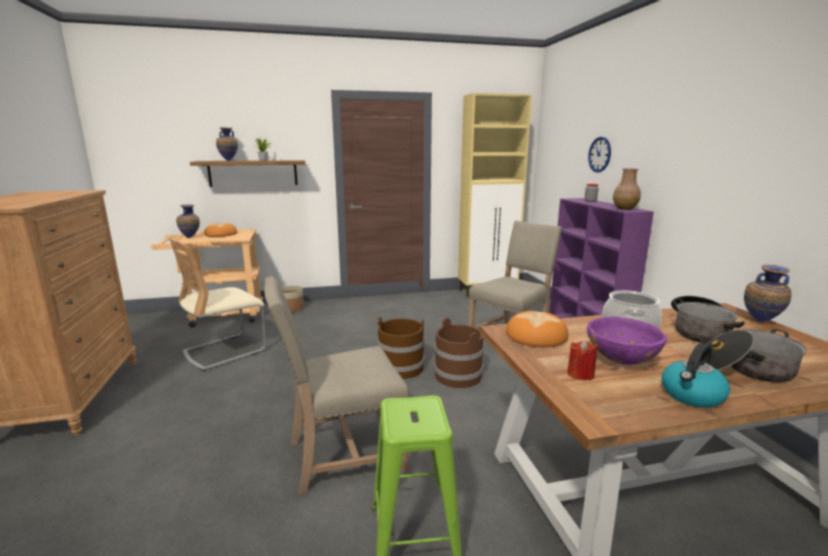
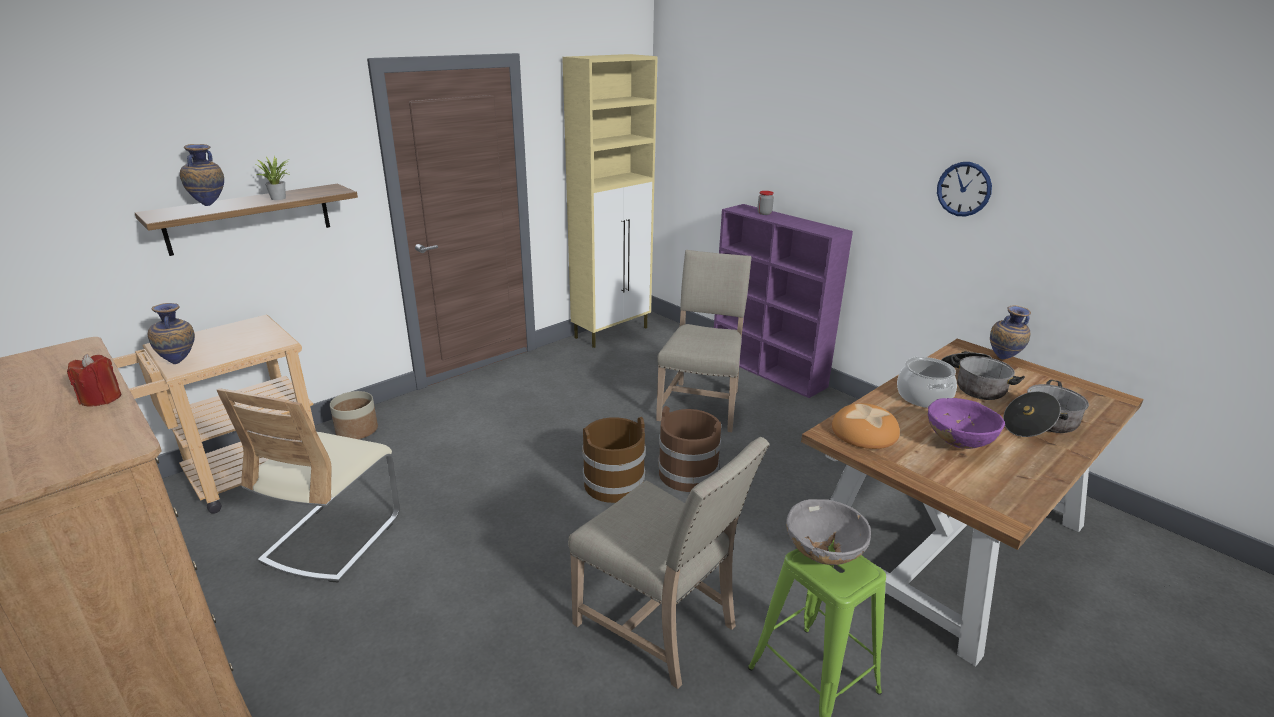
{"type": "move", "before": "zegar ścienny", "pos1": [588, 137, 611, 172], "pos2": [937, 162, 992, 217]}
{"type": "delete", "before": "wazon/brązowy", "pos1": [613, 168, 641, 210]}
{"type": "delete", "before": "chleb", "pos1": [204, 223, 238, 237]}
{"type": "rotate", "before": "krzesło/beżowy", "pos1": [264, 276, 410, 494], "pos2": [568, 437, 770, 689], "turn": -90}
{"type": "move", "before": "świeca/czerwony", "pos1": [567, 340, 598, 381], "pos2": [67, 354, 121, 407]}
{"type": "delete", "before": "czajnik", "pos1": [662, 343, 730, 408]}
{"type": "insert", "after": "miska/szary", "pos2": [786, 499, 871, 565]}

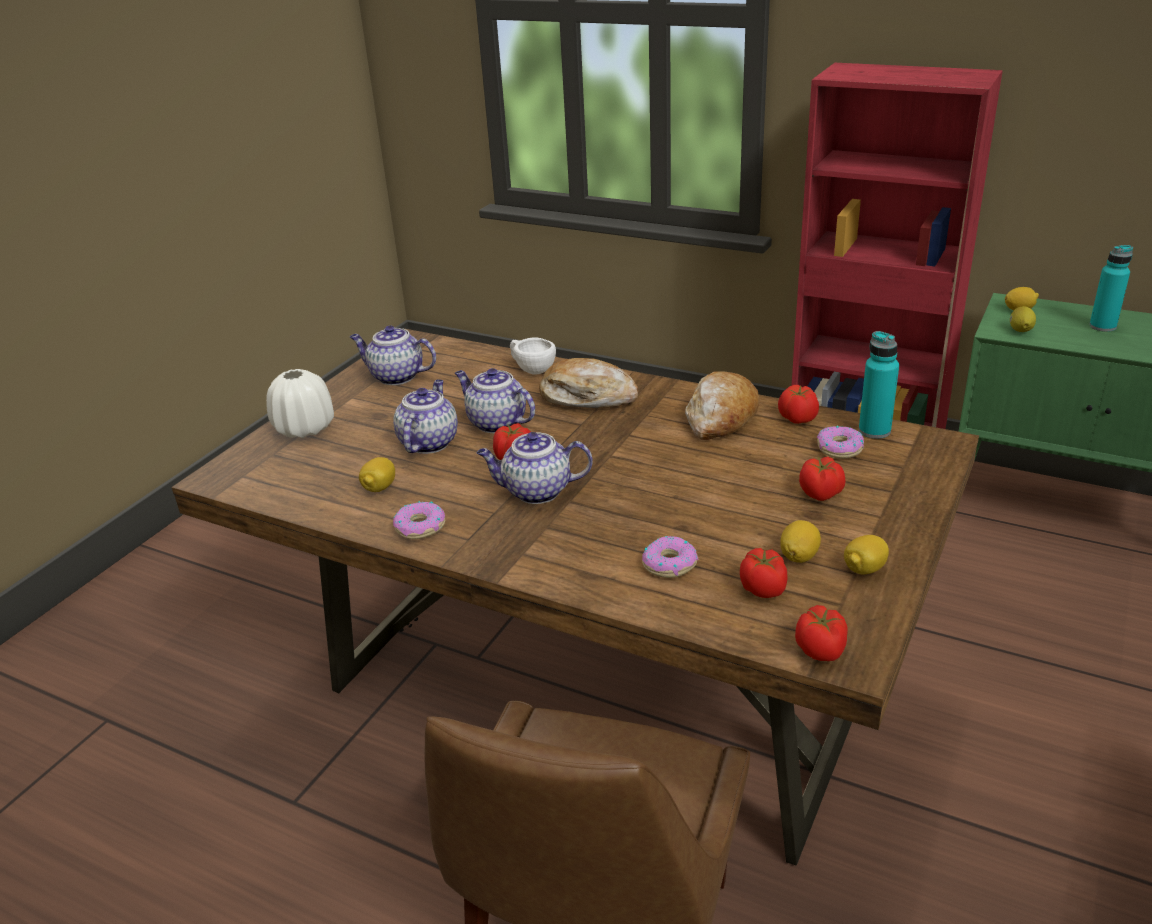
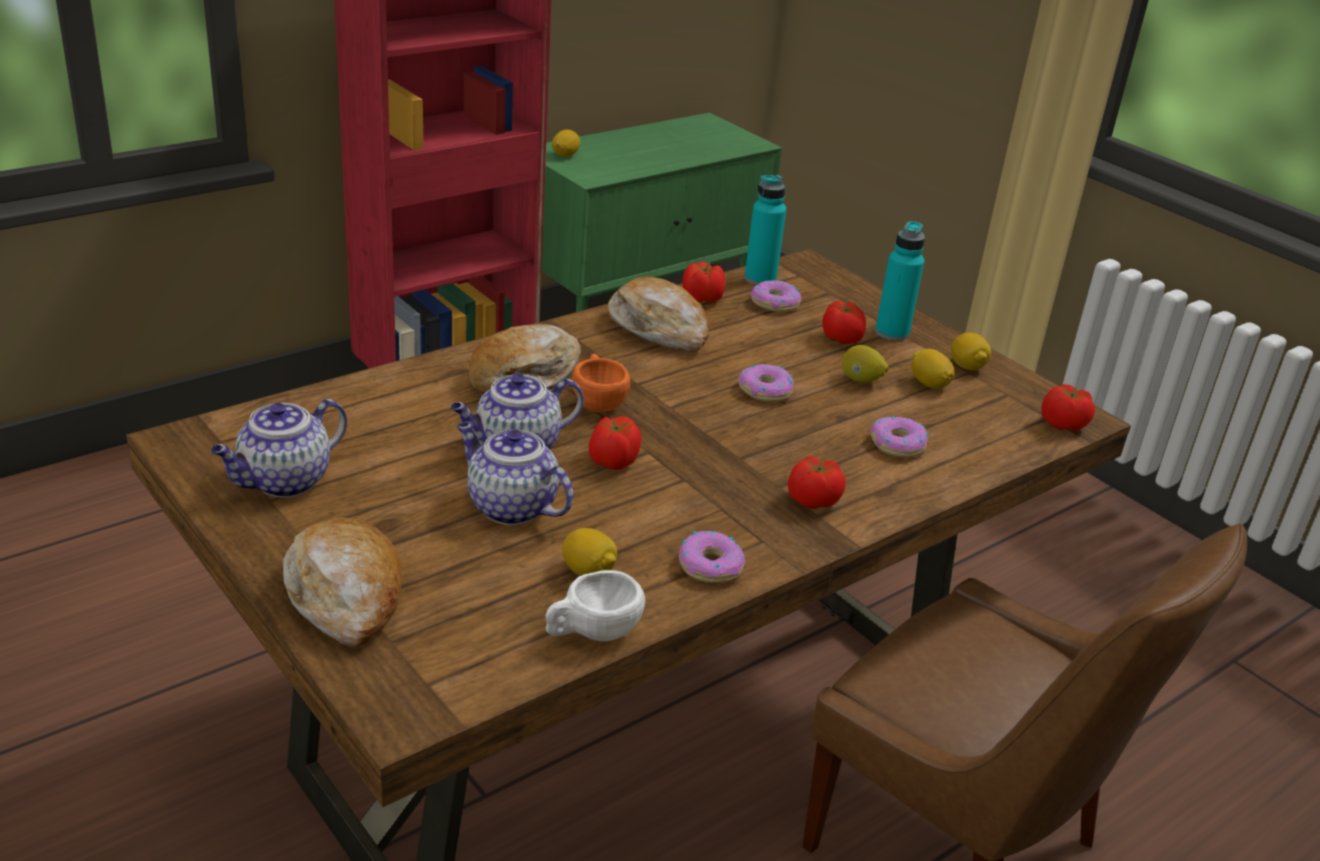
{"type": "move", "before": "butelka/turkusowy", "pos1": [1089, 245, 1133, 332], "pos2": [875, 221, 925, 341]}
{"type": "move", "before": "cytryna", "pos1": [1010, 306, 1036, 332], "pos2": [842, 345, 889, 383]}
{"type": "move", "before": "filiżanka/biały", "pos1": [510, 337, 556, 375], "pos2": [545, 570, 645, 641]}
{"type": "replace", "before": "wazon/biały", "after": "chleb", "pos1": [266, 369, 334, 438], "pos2": [283, 517, 401, 648]}
{"type": "delete", "before": "imbryk", "pos1": [477, 432, 593, 504]}
{"type": "move", "before": "pomidor", "pos1": [740, 548, 788, 598], "pos2": [788, 456, 846, 509]}
{"type": "insert", "after": "filiżanka/pomarańczowy", "pos2": [572, 353, 630, 412]}
{"type": "insert", "after": "donut", "pos2": [738, 364, 794, 402]}

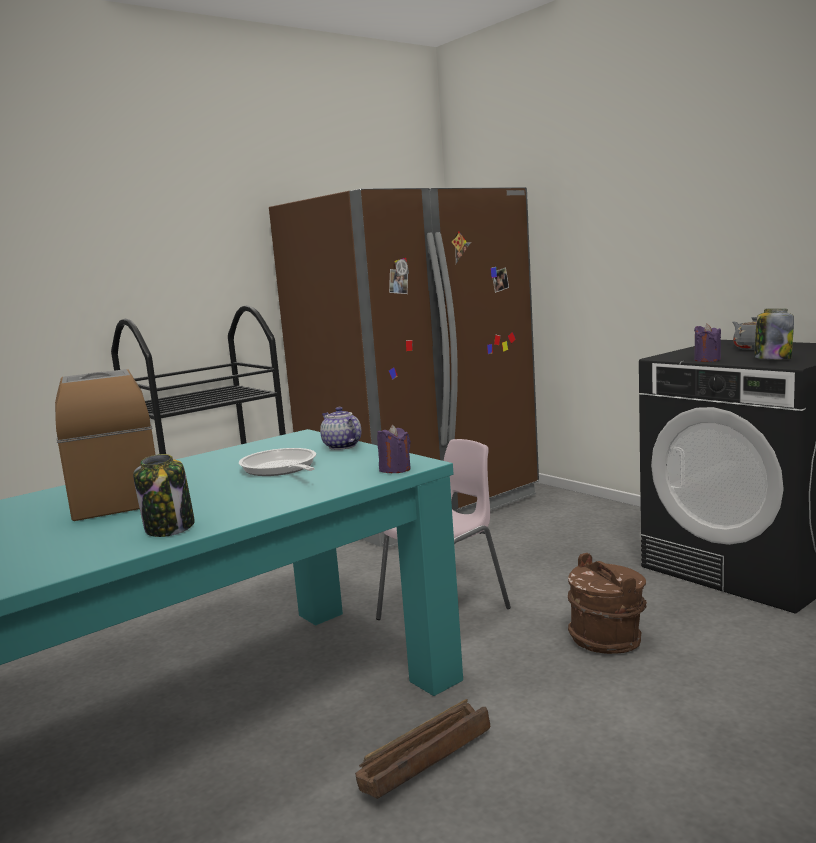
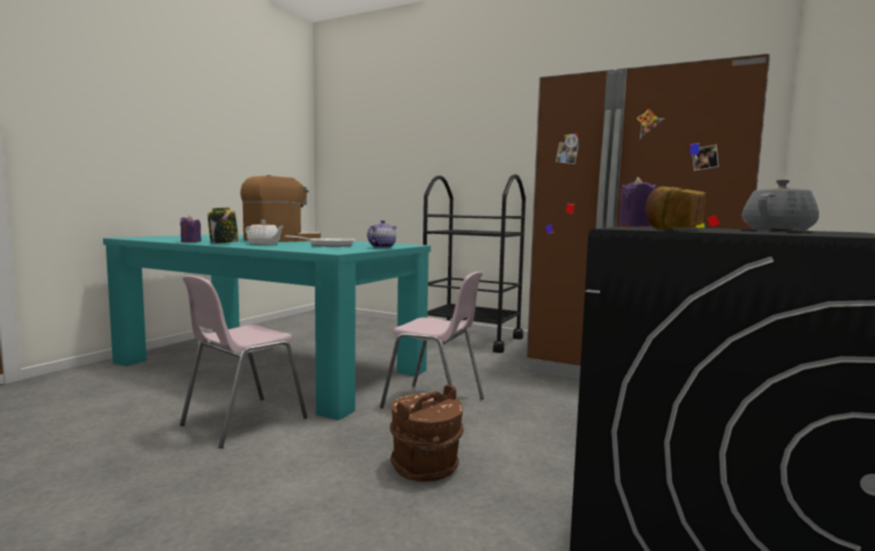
{"type": "replace", "before": "słoik", "after": "chleb", "pos1": [754, 309, 794, 359], "pos2": [646, 186, 706, 229]}
{"type": "move", "before": "świeca/fioletowy", "pos1": [377, 425, 411, 473], "pos2": [180, 216, 201, 242]}
{"type": "replace", "before": "skrzynka", "after": "krzesło/różowy", "pos1": [355, 699, 490, 799], "pos2": [180, 275, 308, 448]}
{"type": "insert", "after": "imbryk/biały", "pos2": [245, 220, 284, 245]}

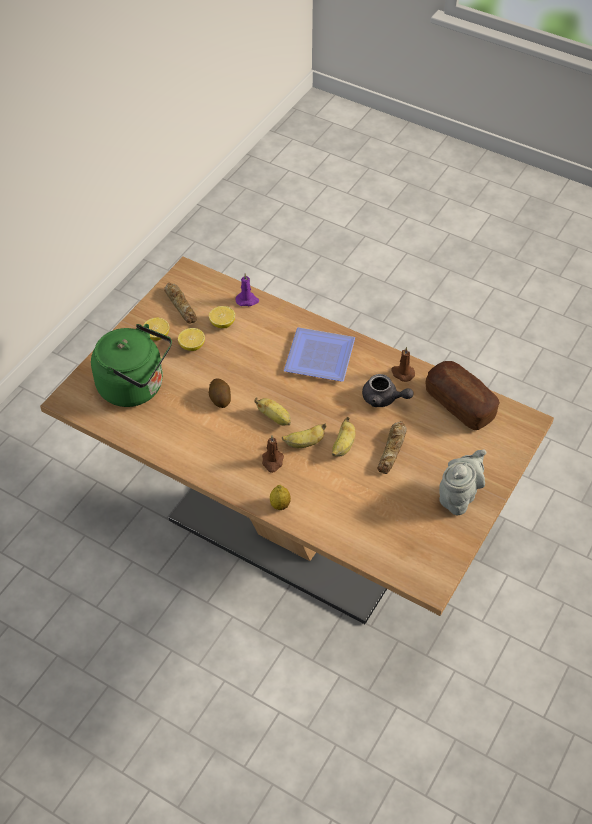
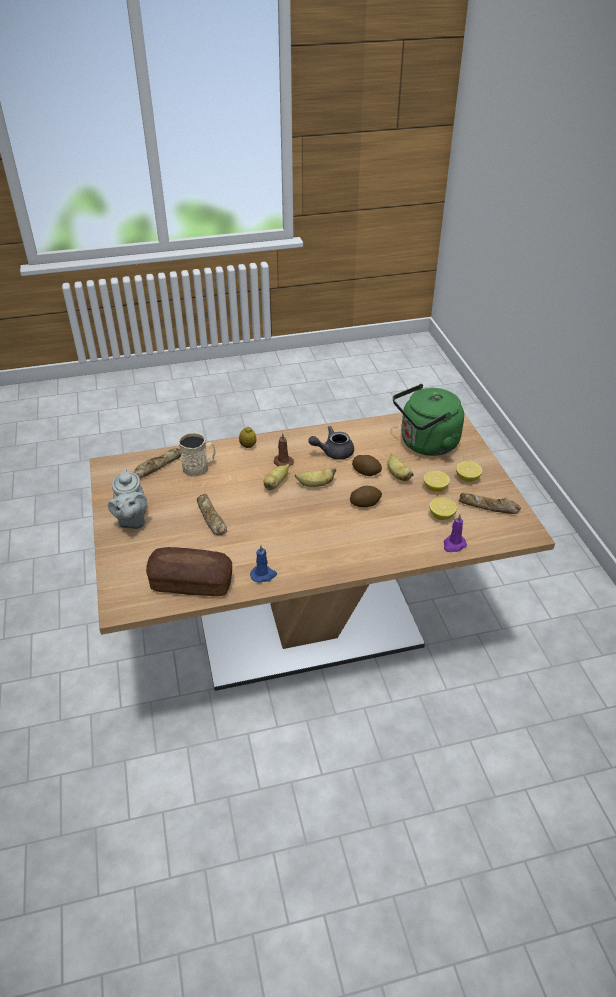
{"type": "delete", "before": "talerz", "pos1": [284, 327, 355, 382]}
{"type": "recolor", "before": "świeca/brązowy", "after": "świeca/niebieski", "pos1": [391, 347, 415, 382], "pos2": [250, 545, 277, 583]}
{"type": "move", "before": "imbryk/szary", "pos1": [362, 374, 414, 407], "pos2": [308, 426, 354, 460]}
{"type": "move", "before": "banan", "pos1": [332, 417, 356, 457], "pos2": [387, 453, 414, 481]}
{"type": "insert", "after": "kubek/beżowy", "pos2": [178, 433, 215, 477]}
{"type": "insert", "after": "chleb", "pos2": [134, 448, 181, 478]}
{"type": "insert", "after": "ziemniak", "pos2": [350, 486, 382, 507]}

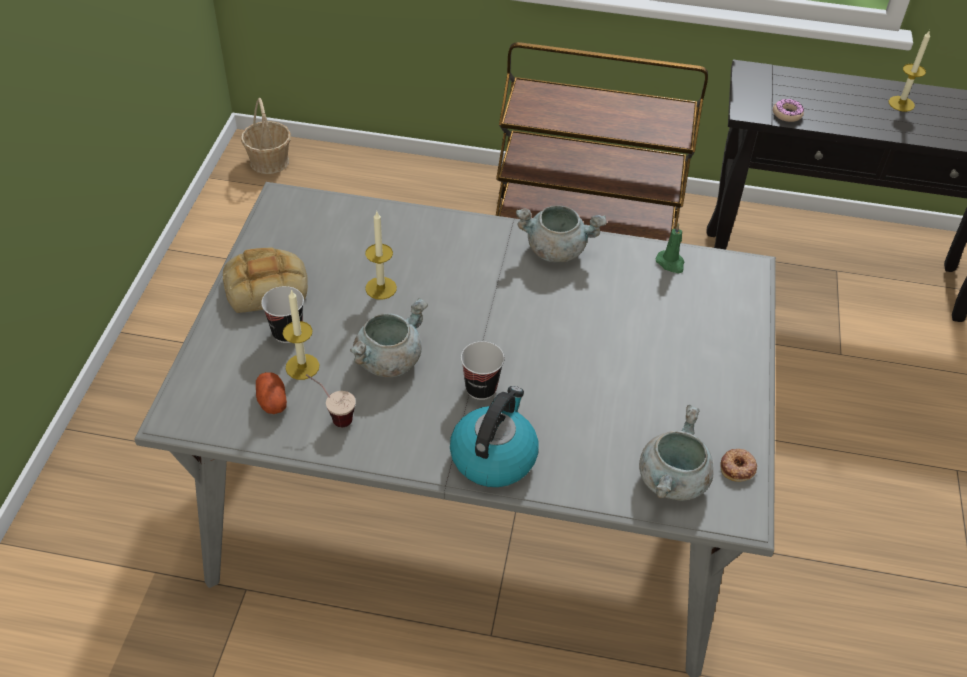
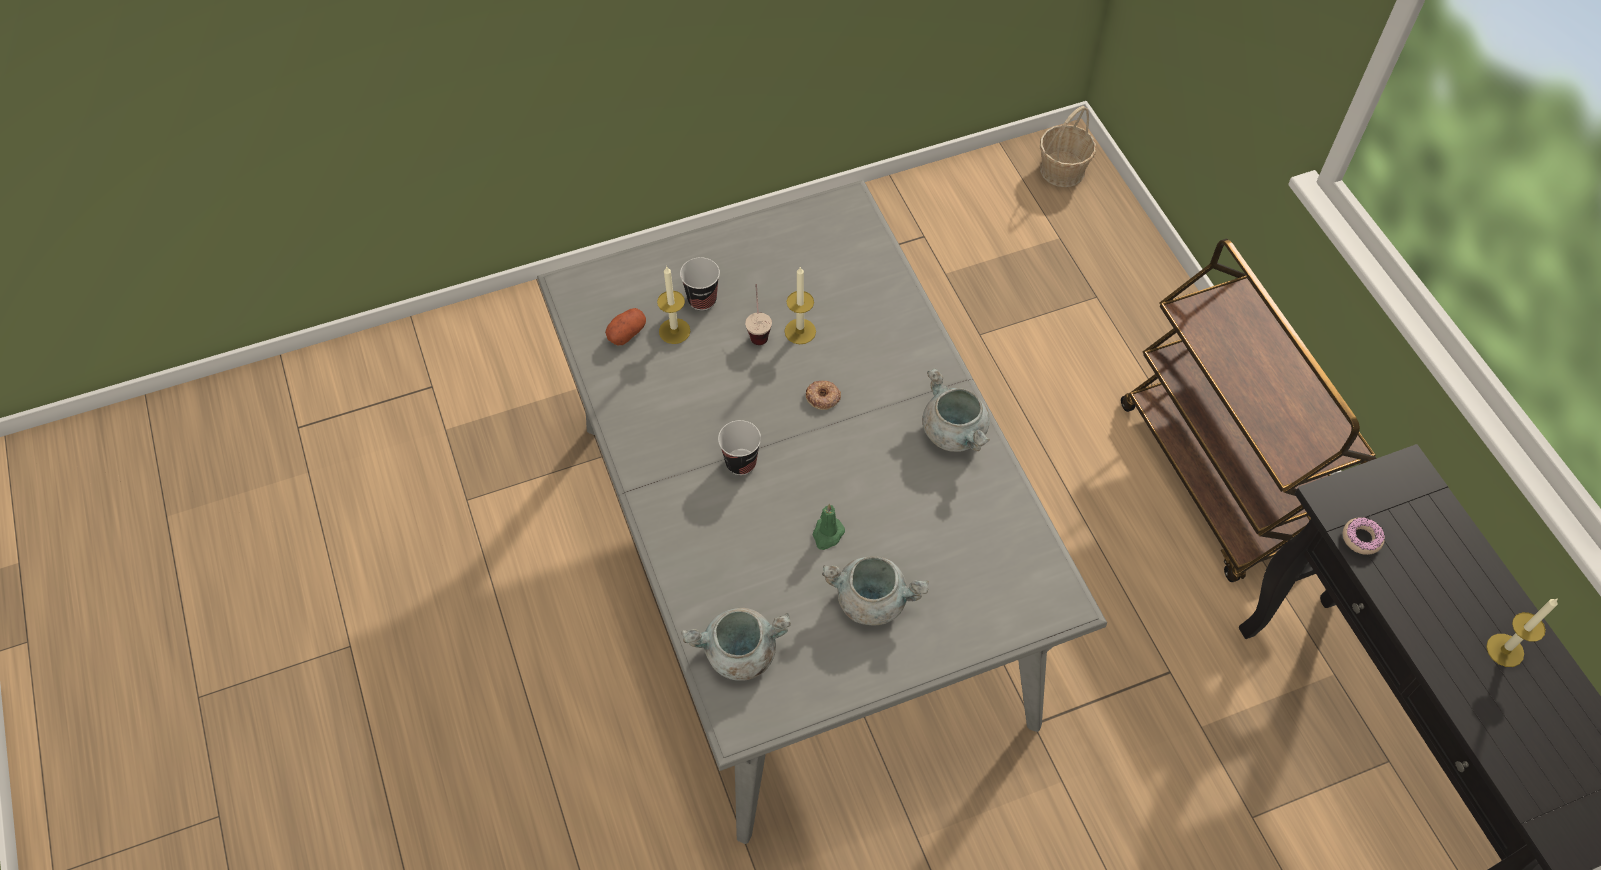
{"type": "move", "before": "świeca/zielony", "pos1": [656, 223, 684, 274], "pos2": [813, 504, 845, 550]}
{"type": "delete", "before": "chleb", "pos1": [222, 247, 308, 313]}
{"type": "move", "before": "garnek/szary", "pos1": [350, 298, 428, 377], "pos2": [822, 556, 929, 625]}
{"type": "move", "before": "filiżanka", "pos1": [306, 374, 356, 427], "pos2": [745, 284, 772, 345]}
{"type": "delete", "before": "czajnik", "pos1": [450, 386, 539, 487]}
{"type": "move", "before": "donut", "pos1": [721, 449, 757, 482], "pos2": [806, 380, 841, 410]}

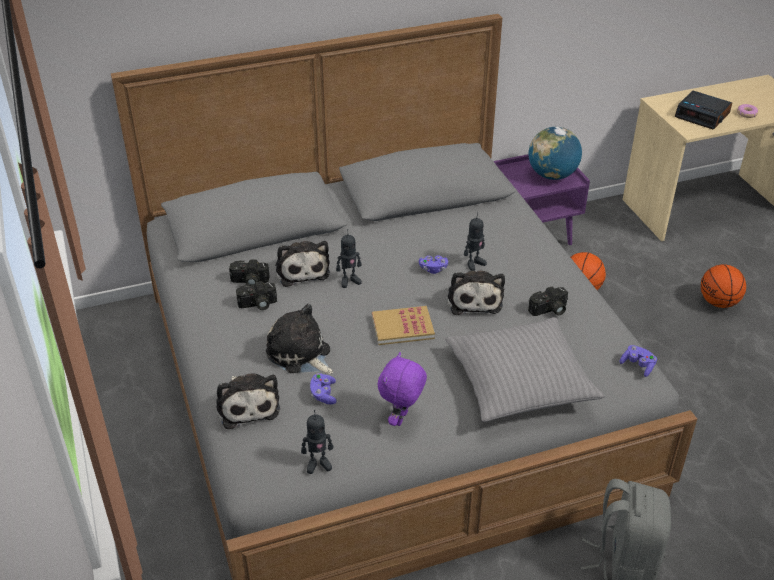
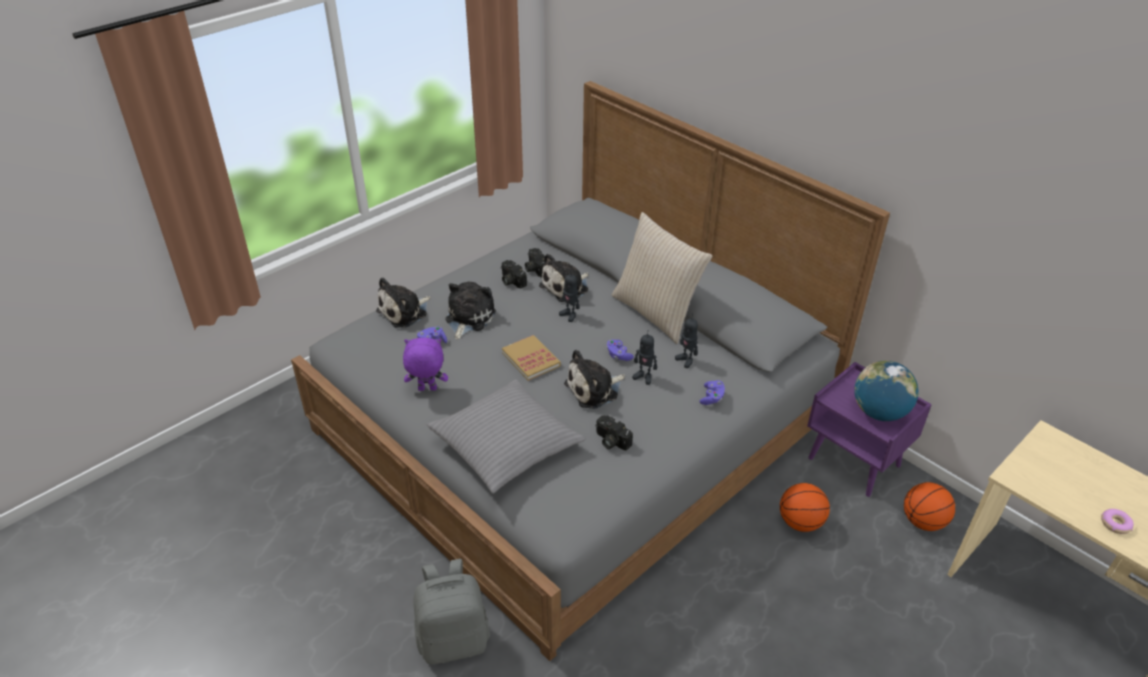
{"type": "delete", "before": "budzik", "pos1": [675, 91, 732, 129]}
{"type": "move", "before": "piłka do koszykówki", "pos1": [701, 264, 746, 308], "pos2": [904, 482, 955, 531]}
{"type": "move", "before": "pad do gier/fioletowy", "pos1": [619, 345, 657, 377], "pos2": [700, 380, 725, 405]}
{"type": "move", "before": "robot zabawkowy", "pos1": [301, 410, 333, 474], "pos2": [675, 314, 698, 368]}
{"type": "insert", "after": "poduszka/beżowy", "pos2": [612, 212, 713, 344]}

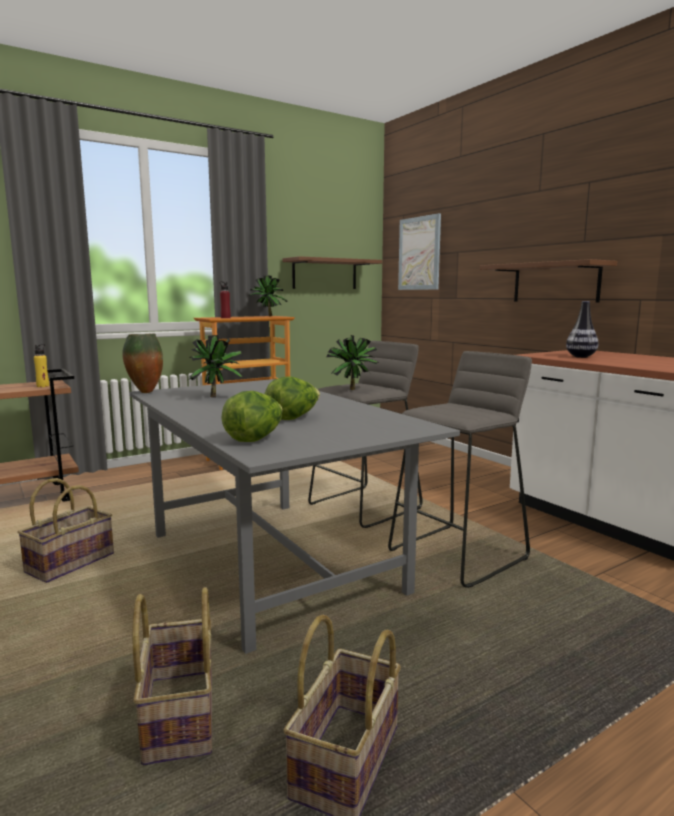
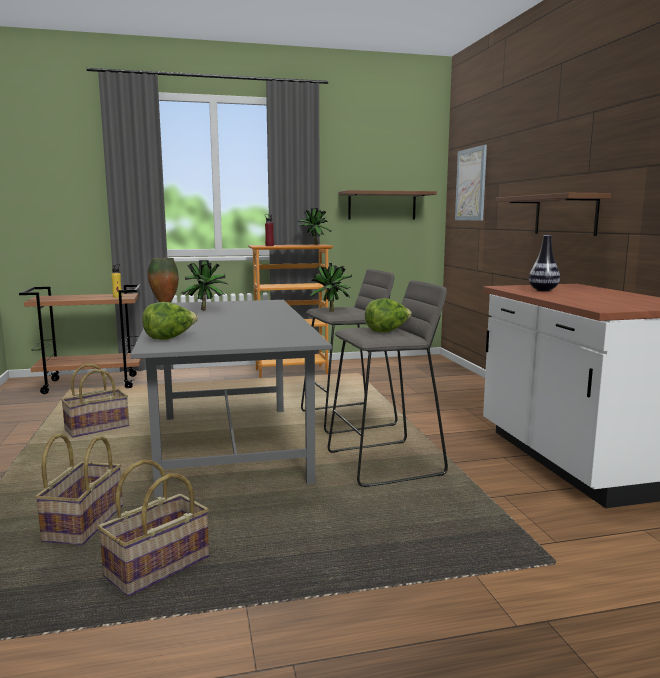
{"type": "move", "before": "sałata", "pos1": [265, 377, 320, 420], "pos2": [365, 298, 412, 332]}

